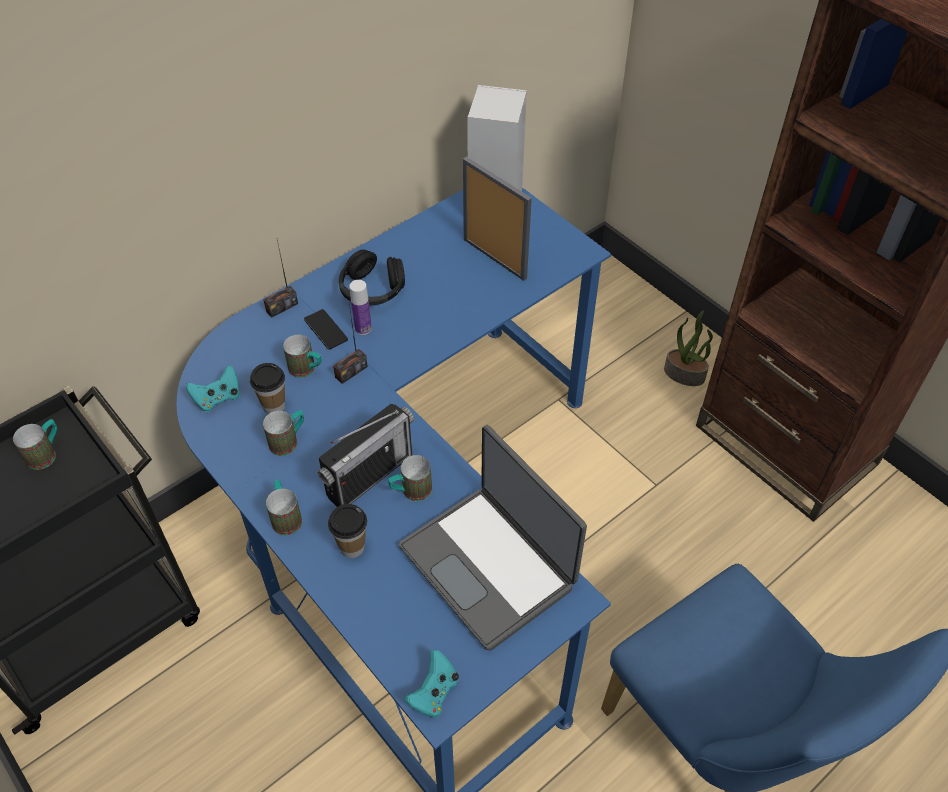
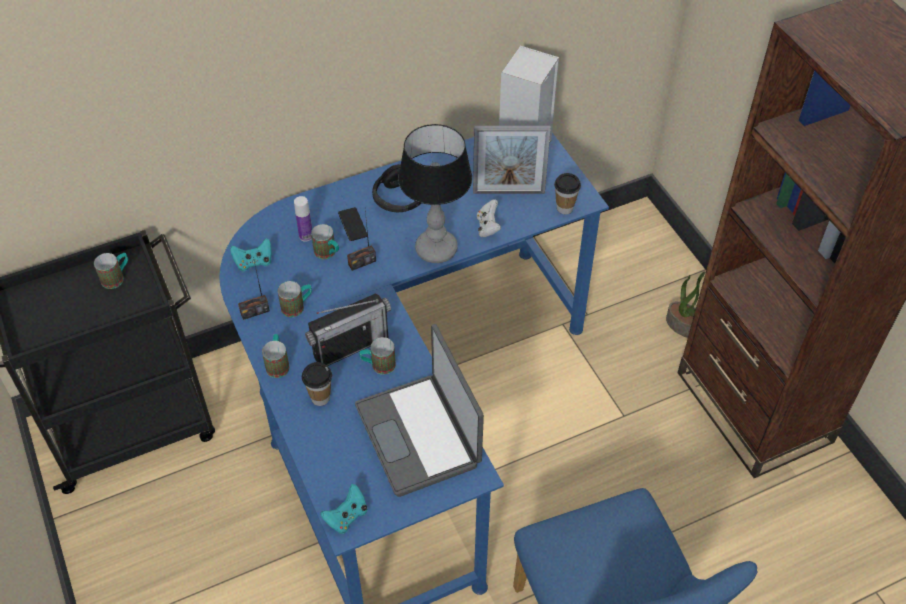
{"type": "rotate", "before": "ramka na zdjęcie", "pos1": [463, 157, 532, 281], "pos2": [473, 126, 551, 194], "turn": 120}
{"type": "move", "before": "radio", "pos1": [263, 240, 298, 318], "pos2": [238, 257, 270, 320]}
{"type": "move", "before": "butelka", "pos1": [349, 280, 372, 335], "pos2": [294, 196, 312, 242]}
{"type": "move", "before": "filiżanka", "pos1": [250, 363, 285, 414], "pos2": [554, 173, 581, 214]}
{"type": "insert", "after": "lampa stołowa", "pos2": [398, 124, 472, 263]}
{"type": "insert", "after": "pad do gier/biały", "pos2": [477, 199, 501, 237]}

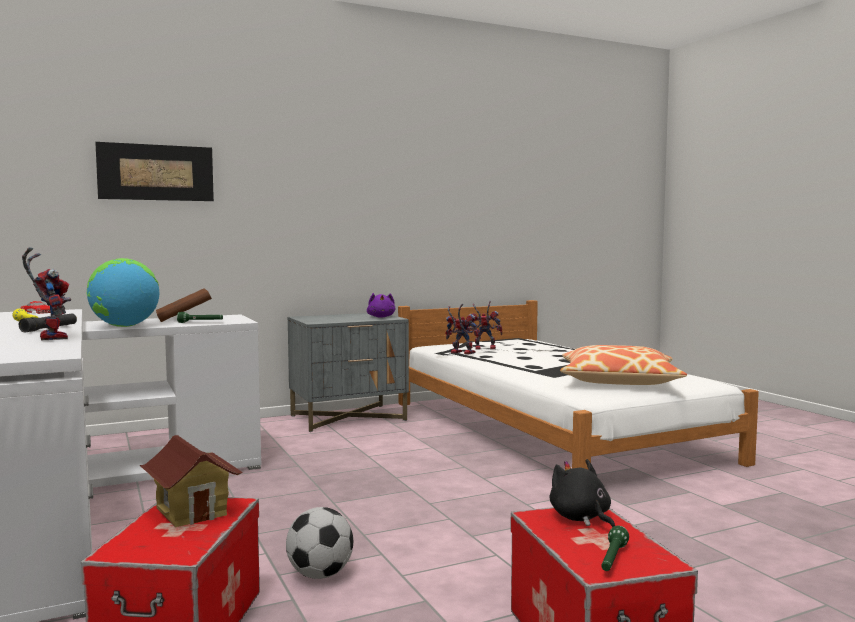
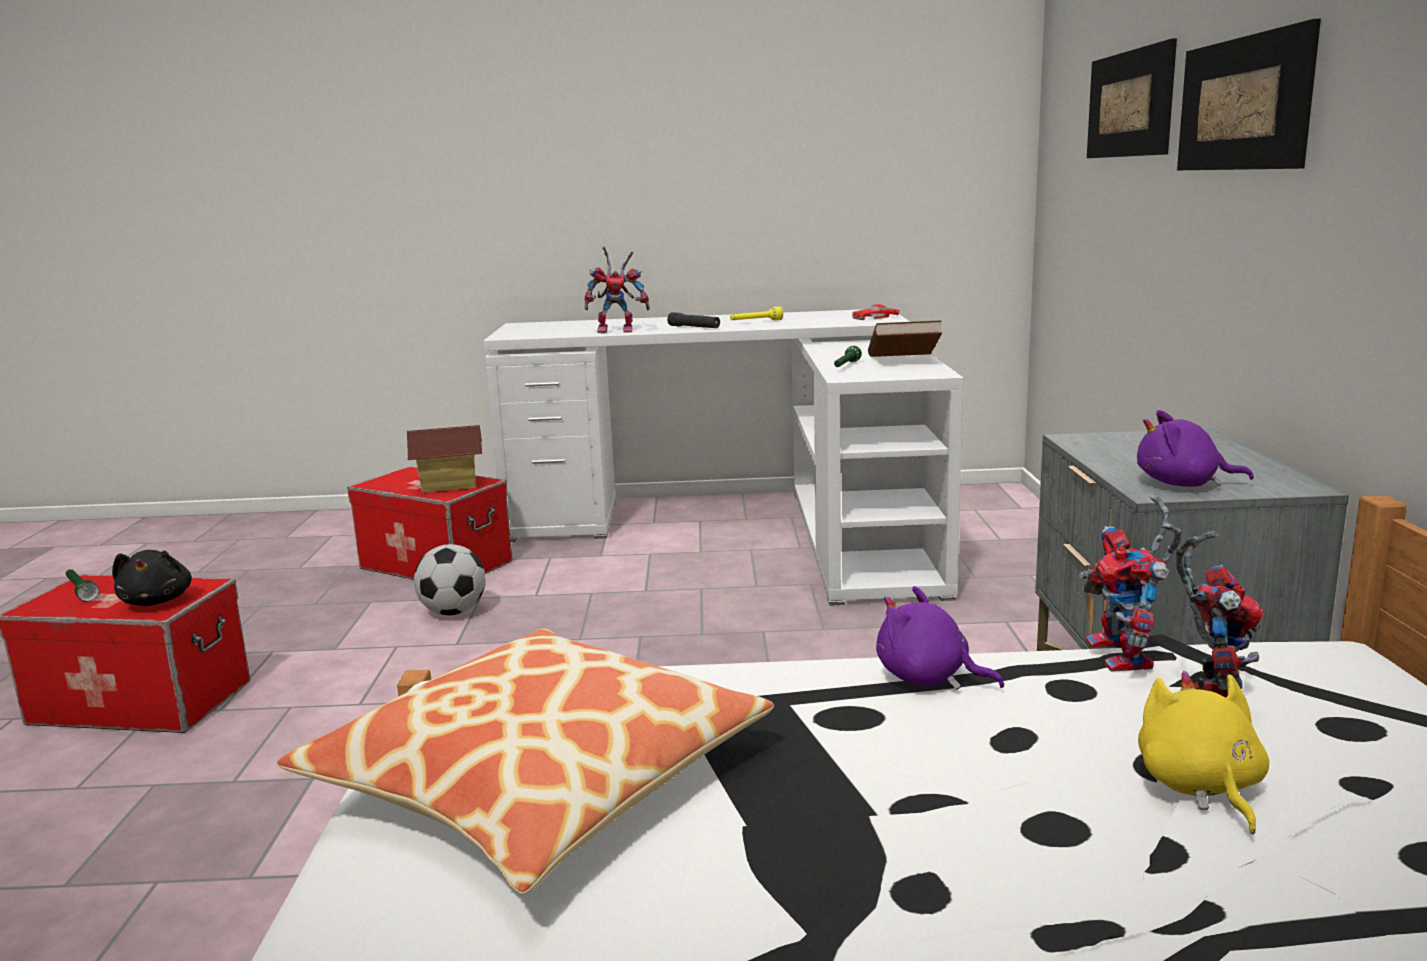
{"type": "delete", "before": "globus", "pos1": [87, 258, 159, 327]}
{"type": "rotate", "before": "robot zabawkowy", "pos1": [445, 304, 481, 355], "pos2": [1079, 494, 1182, 672], "turn": 120}
{"type": "rotate", "before": "pluszak/czarny", "pos1": [550, 459, 615, 527], "pos2": [112, 550, 192, 606], "turn": 75}
{"type": "insert", "after": "obraz", "pos2": [1177, 19, 1321, 170]}
{"type": "insert", "after": "pluszak/fioletowy", "pos2": [876, 586, 1004, 690]}
{"type": "insert", "after": "pluszak/żółty", "pos2": [1138, 671, 1269, 834]}

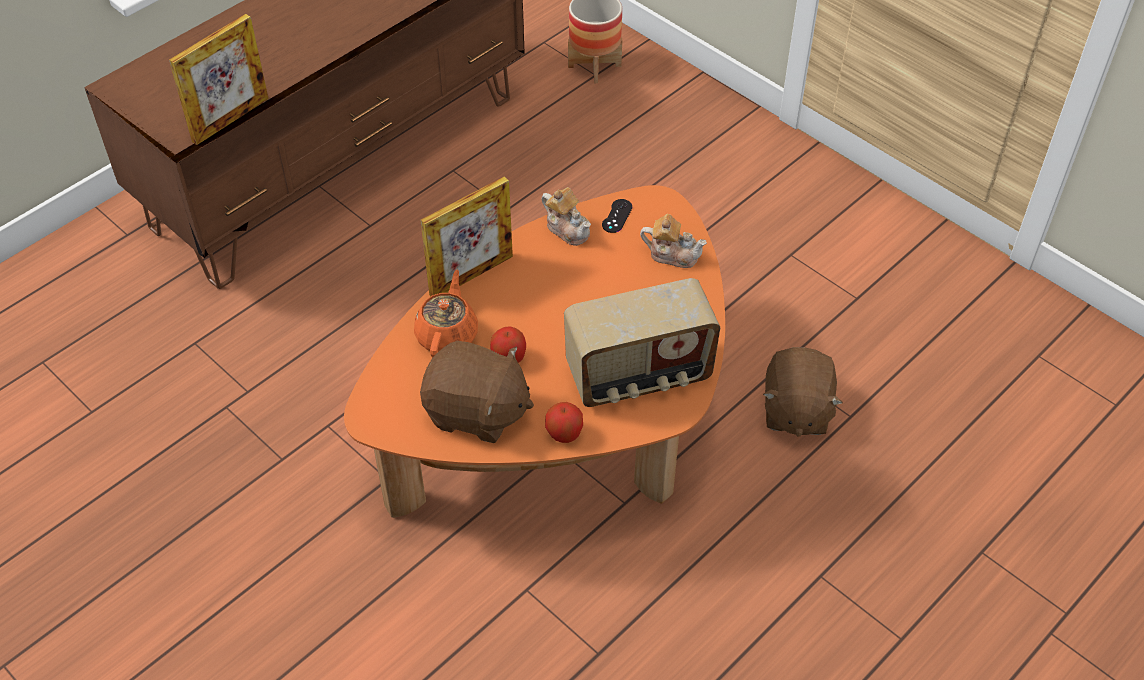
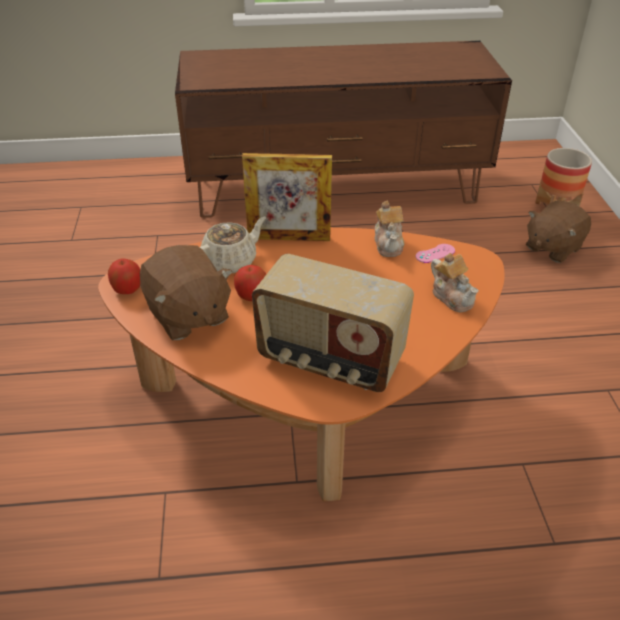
{"type": "delete", "before": "ramka na zdjęcie", "pos1": [169, 14, 269, 145]}
{"type": "recolor", "before": "pad do gier/czarny", "after": "pad do gier/różowy", "pos1": [602, 199, 632, 233], "pos2": [416, 244, 455, 263]}
{"type": "recolor", "before": "imbryk/pomarańczowy", "after": "imbryk/beżowy", "pos1": [414, 269, 478, 357], "pos2": [200, 217, 266, 273]}
{"type": "move", "before": "pluszak/brązowy", "pos1": [763, 347, 843, 437], "pos2": [526, 201, 591, 263]}
{"type": "move", "before": "jabłko", "pos1": [545, 402, 583, 443], "pos2": [108, 259, 140, 294]}

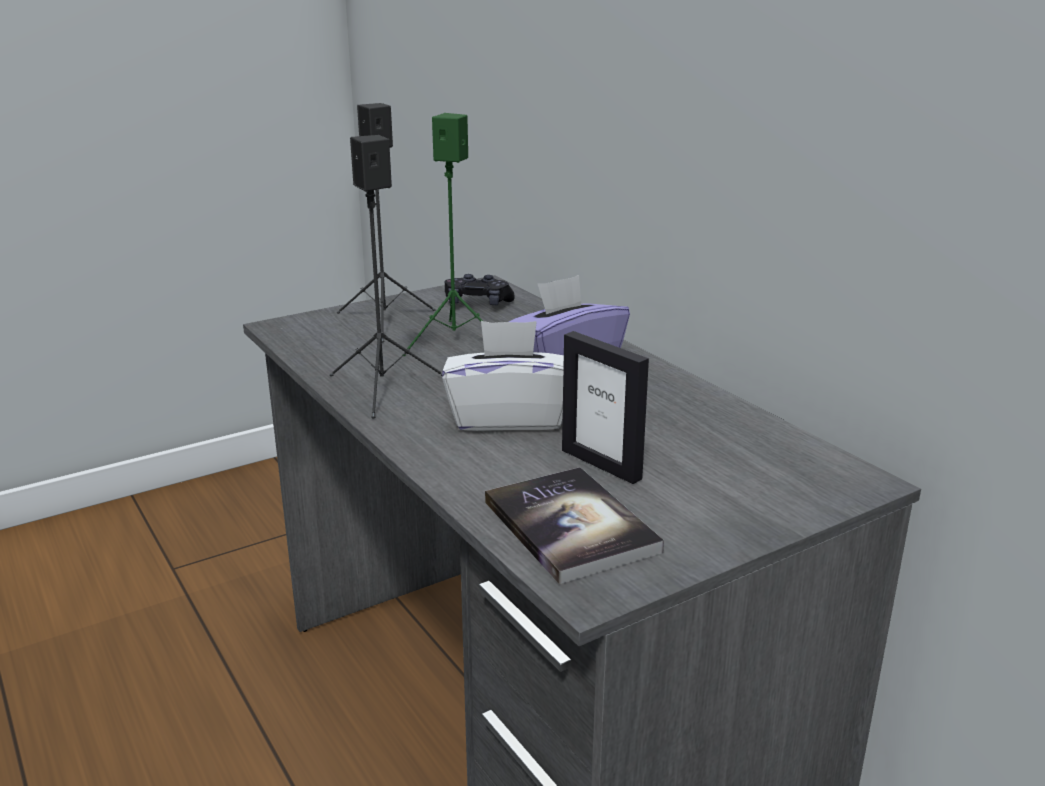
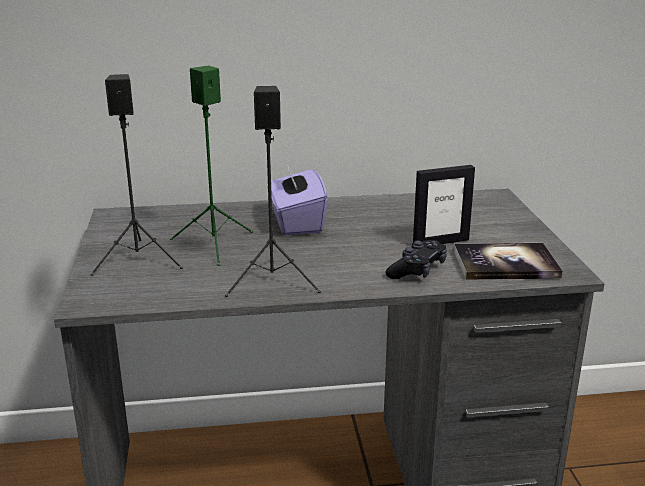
{"type": "move", "before": "pad do gier/czarny", "pos1": [445, 274, 515, 305], "pos2": [386, 240, 447, 279]}
{"type": "delete", "before": "pudełko chusteczek/biały", "pos1": [442, 321, 564, 431]}

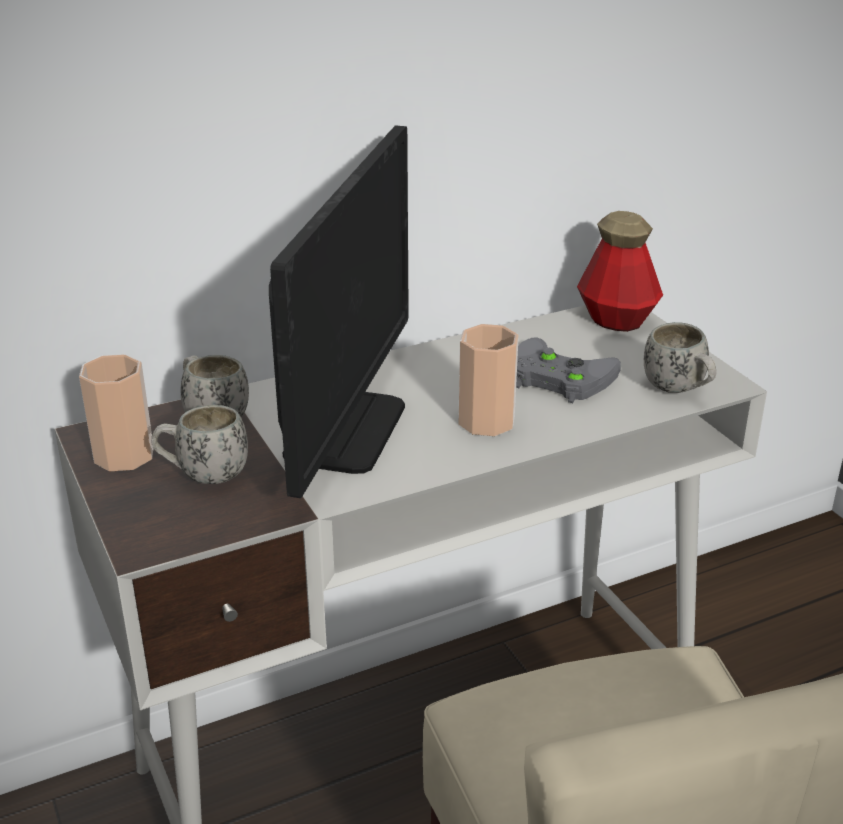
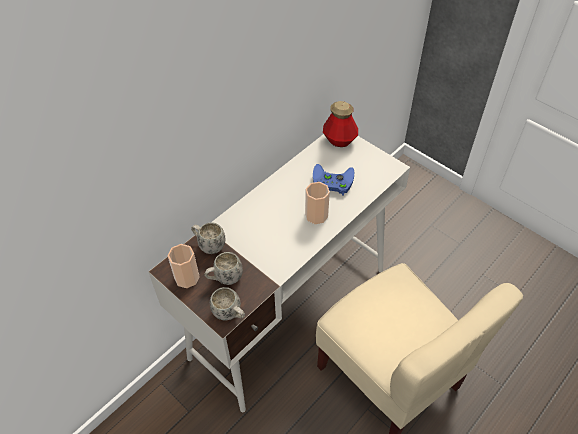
{"type": "delete", "before": "monitor", "pos1": [269, 125, 409, 498]}
{"type": "move", "before": "kubek/biały", "pos1": [644, 322, 717, 393], "pos2": [210, 287, 245, 321]}
{"type": "recolor", "before": "pad do gier/szary", "after": "pad do gier/niebieski", "pos1": [516, 338, 621, 403], "pos2": [313, 164, 354, 195]}

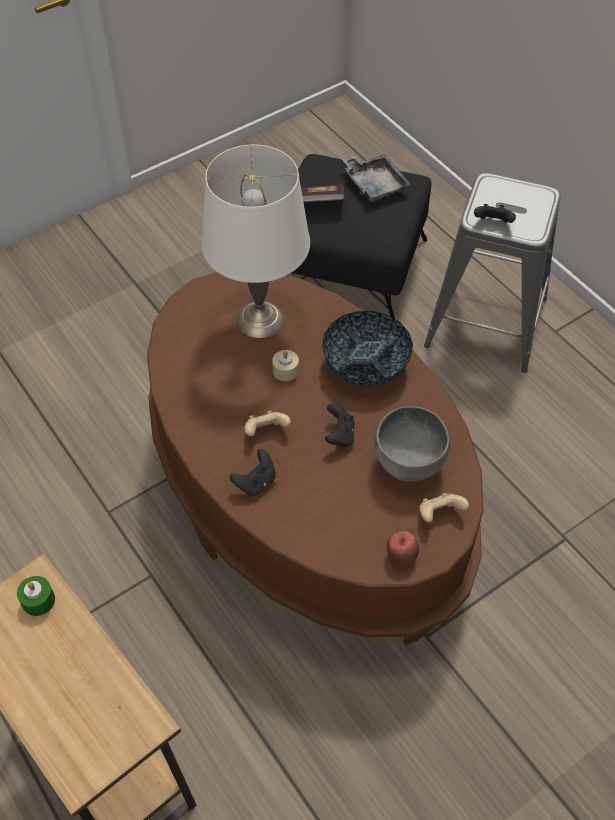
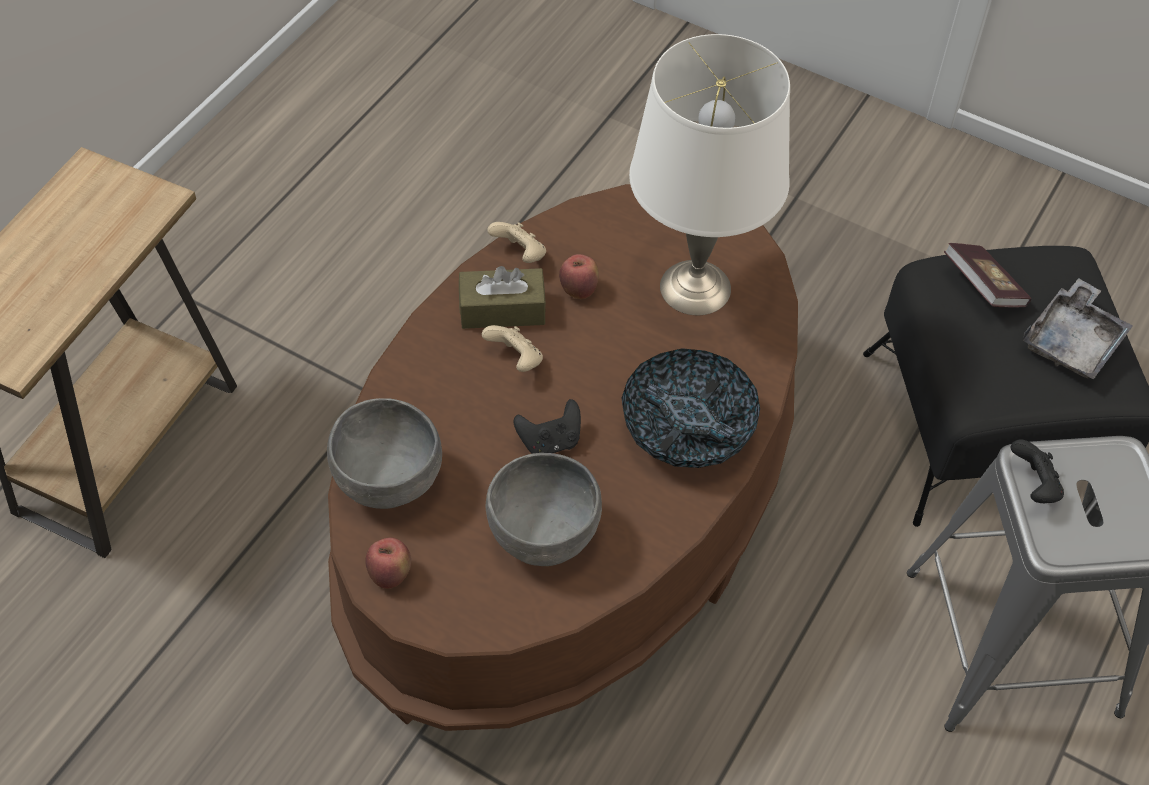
{"type": "delete", "before": "świeca/beżowy", "pos1": [272, 350, 299, 381]}
{"type": "delete", "before": "pad do gier/czarny", "pos1": [230, 449, 276, 496]}
{"type": "move", "before": "pad do gier/beżowy", "pos1": [419, 493, 469, 523], "pos2": [487, 222, 546, 263]}
{"type": "delete", "before": "świeca/zielony", "pos1": [17, 576, 55, 616]}
{"type": "insert", "after": "jabłko", "pos2": [559, 254, 599, 299]}
{"type": "insert", "after": "pudełko chusteczek/brązowy", "pos2": [459, 266, 546, 329]}
{"type": "insert", "after": "miska/szary", "pos2": [327, 398, 442, 509]}

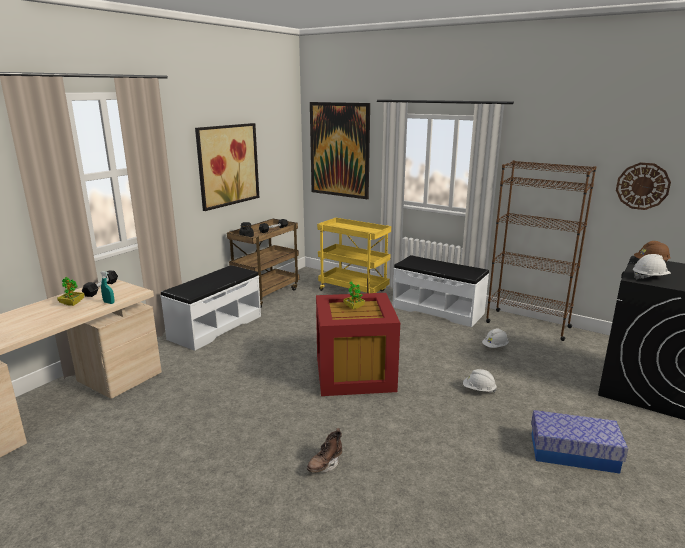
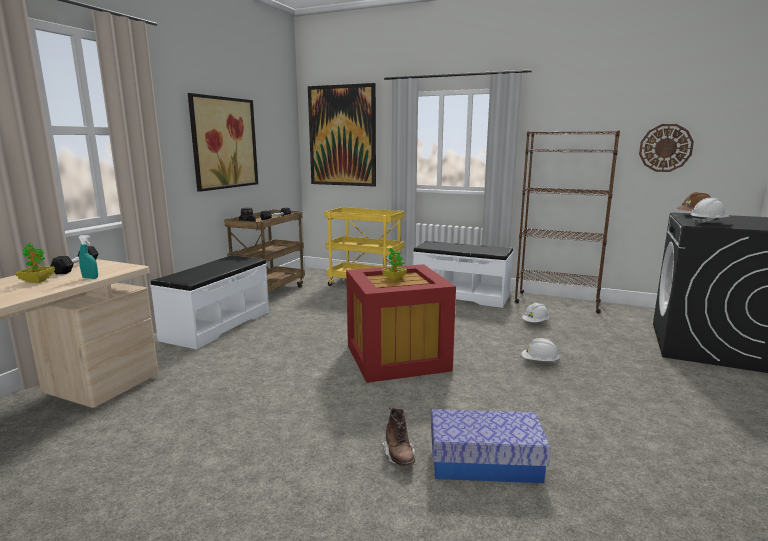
{"type": "move", "before": "pojemnik do przechowywania", "pos1": [531, 410, 628, 474], "pos2": [431, 409, 551, 483]}
{"type": "rotate", "before": "but z cholewką/brązowy", "pos1": [307, 428, 342, 473], "pos2": [381, 406, 415, 466], "turn": -45}

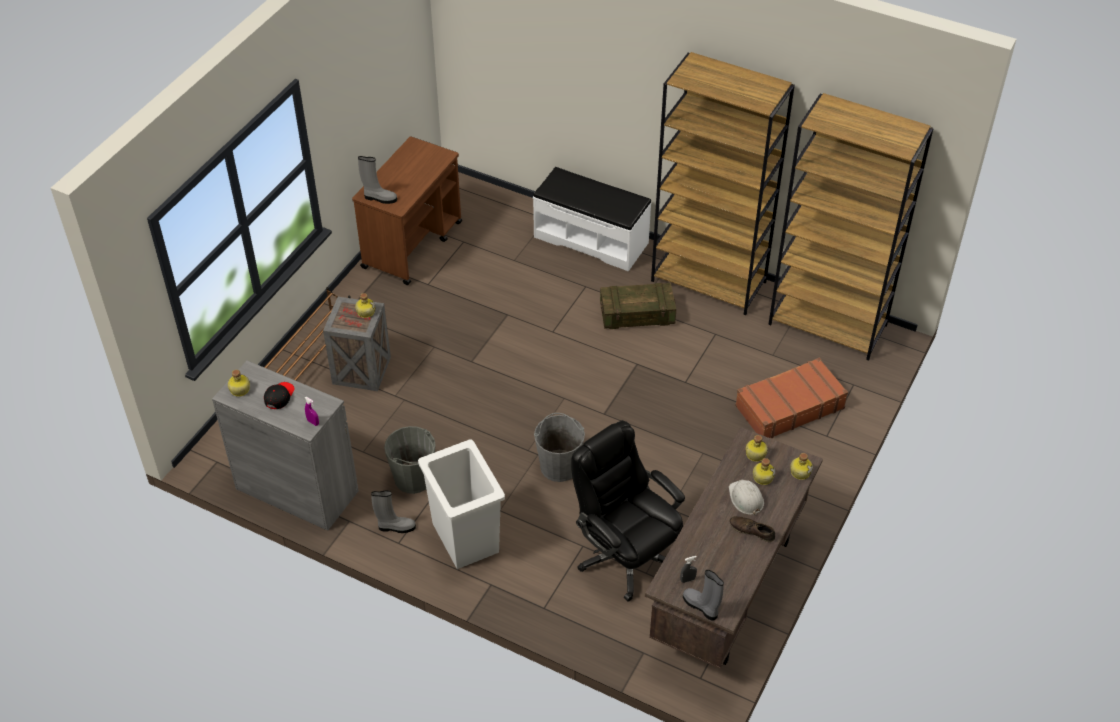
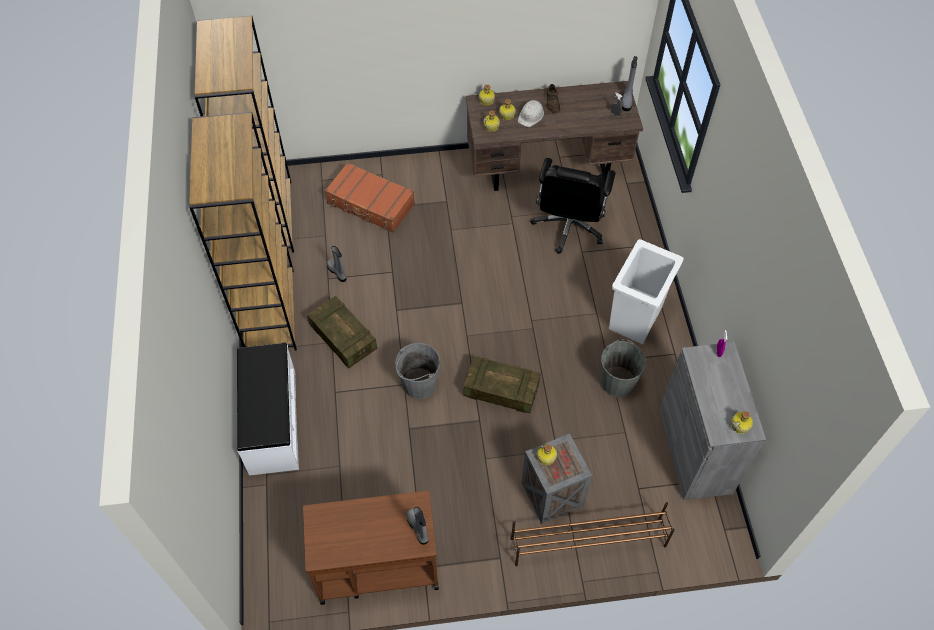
{"type": "delete", "before": "czapka z daszkiem/czarny", "pos1": [264, 382, 295, 409]}
{"type": "move", "before": "wiadro/szary", "pos1": [534, 413, 585, 482], "pos2": [395, 343, 440, 399]}
{"type": "move", "before": "but z cholewką/szary", "pos1": [371, 490, 416, 533], "pos2": [327, 246, 347, 282]}
{"type": "insert", "after": "skrzynka", "pos2": [463, 356, 541, 413]}

